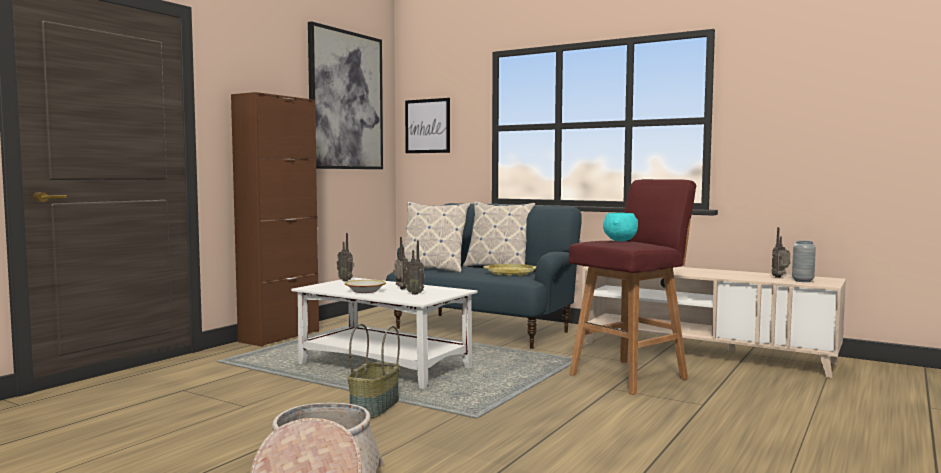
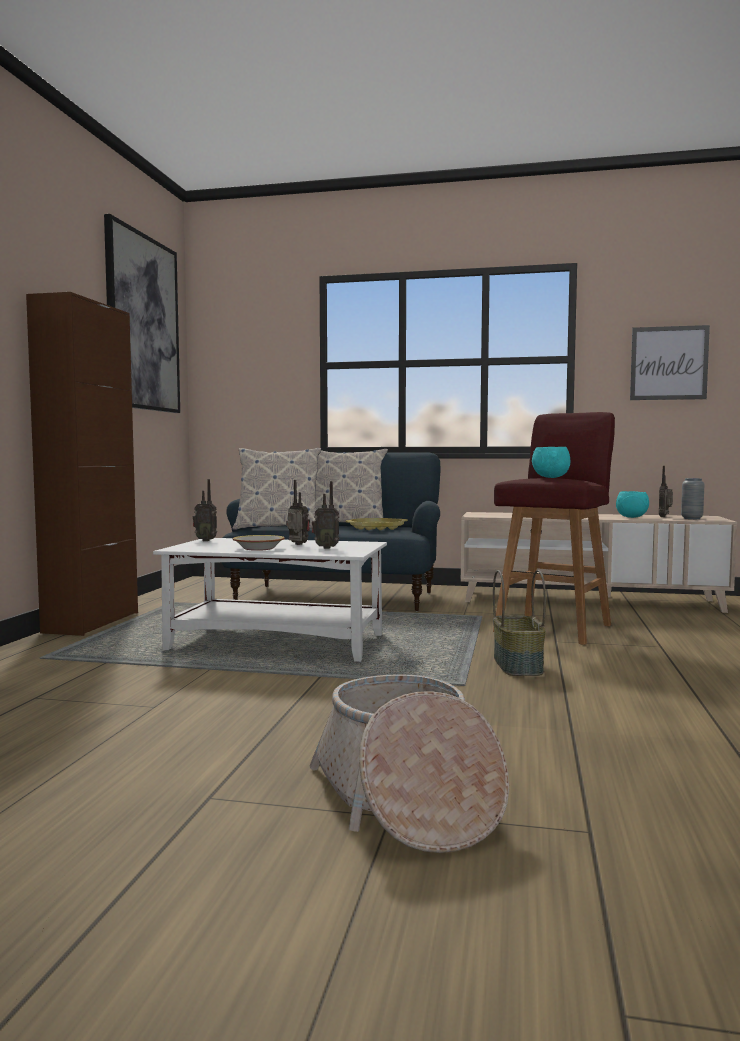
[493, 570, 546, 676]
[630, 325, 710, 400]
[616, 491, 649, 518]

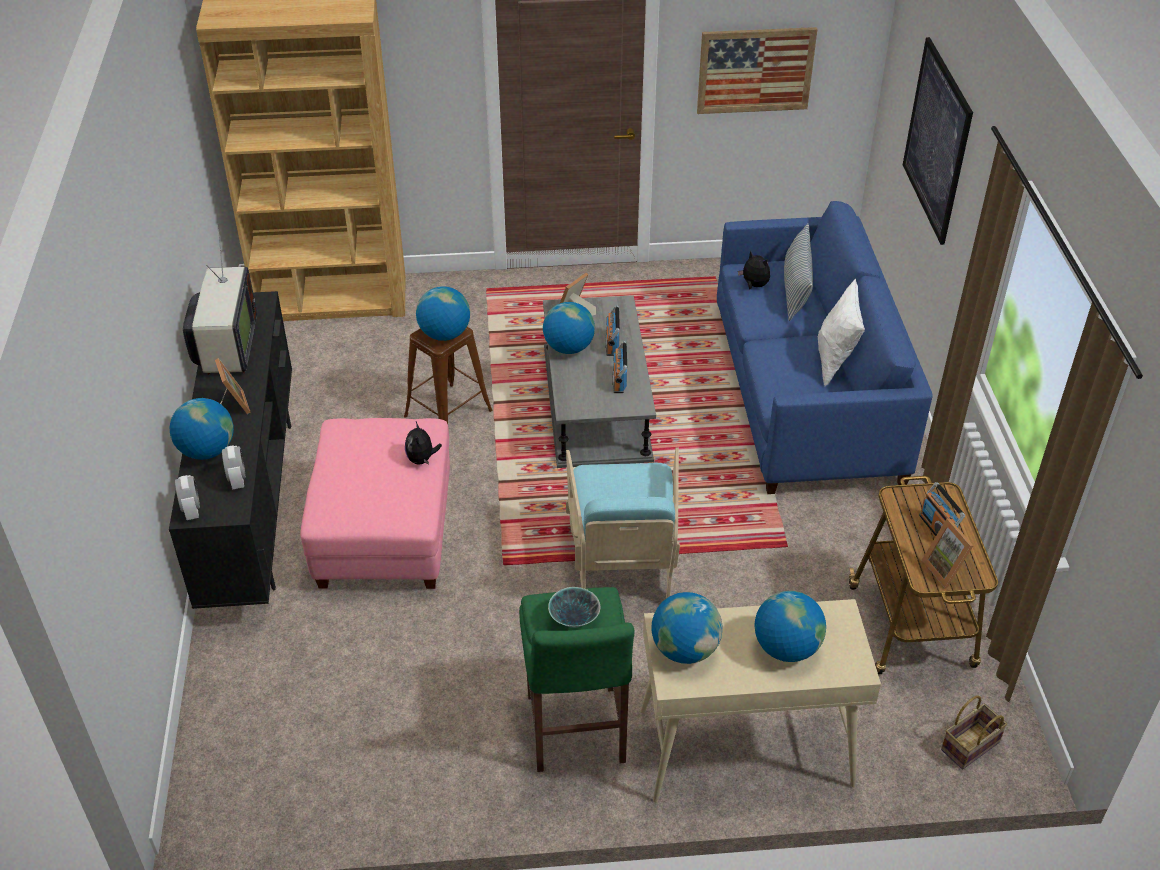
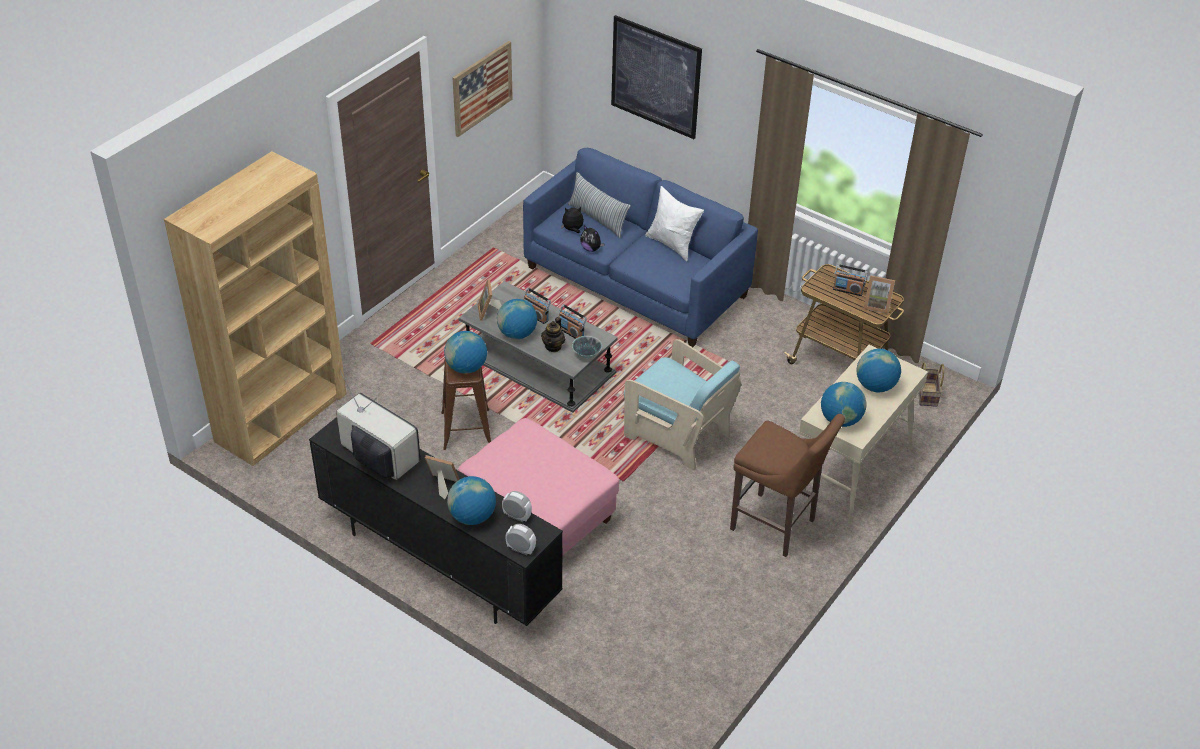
[580, 225, 604, 252]
[730, 414, 845, 557]
[572, 336, 602, 359]
[541, 317, 565, 352]

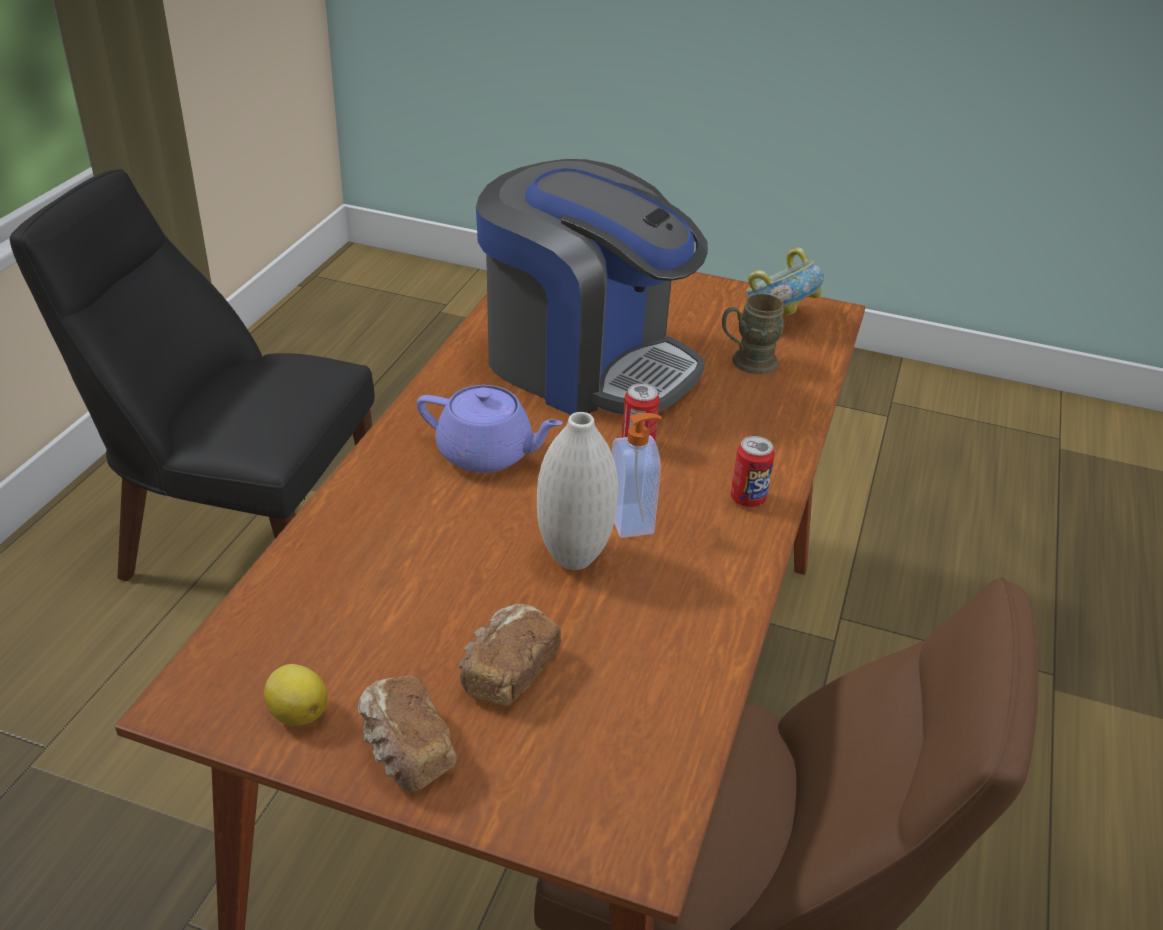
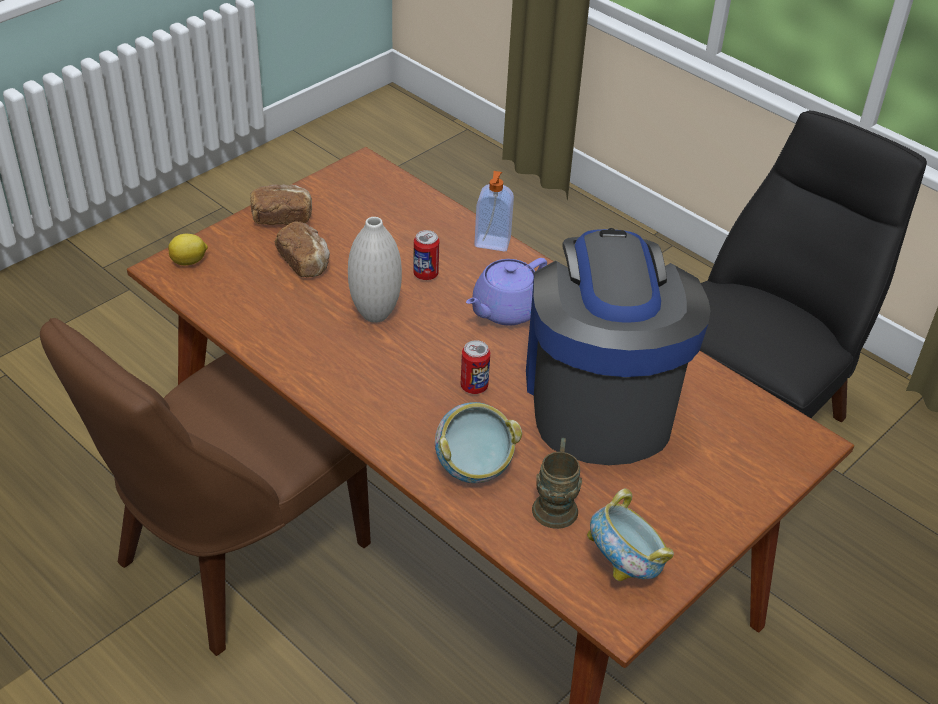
[168, 234, 208, 265]
[526, 228, 710, 465]
[474, 171, 514, 252]
[413, 230, 439, 280]
[435, 402, 522, 483]

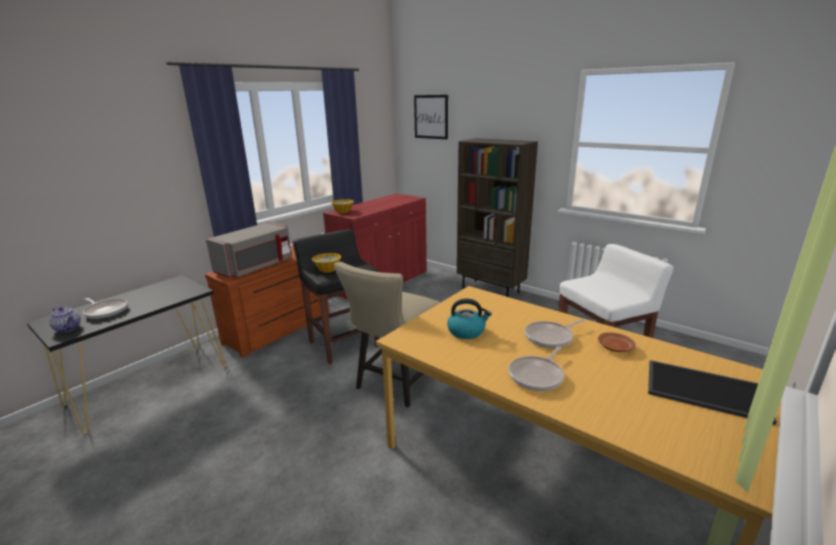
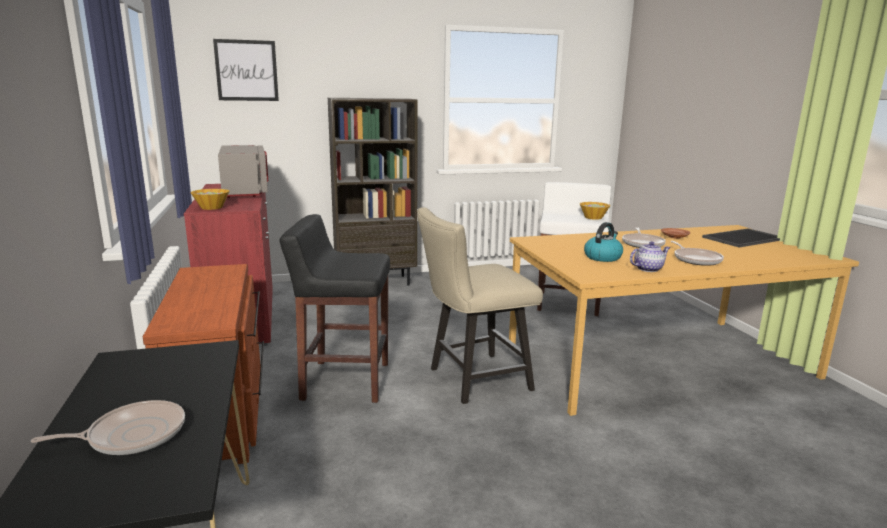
[630, 242, 670, 272]
[218, 145, 268, 198]
[580, 202, 610, 220]
[417, 207, 543, 404]

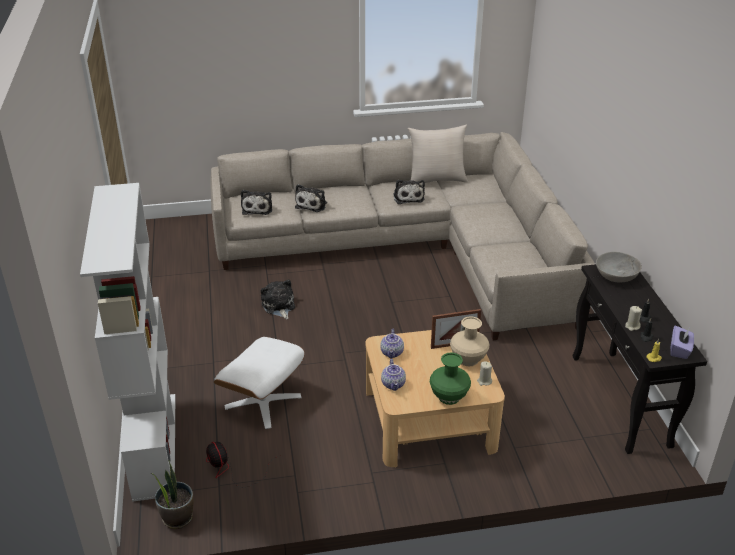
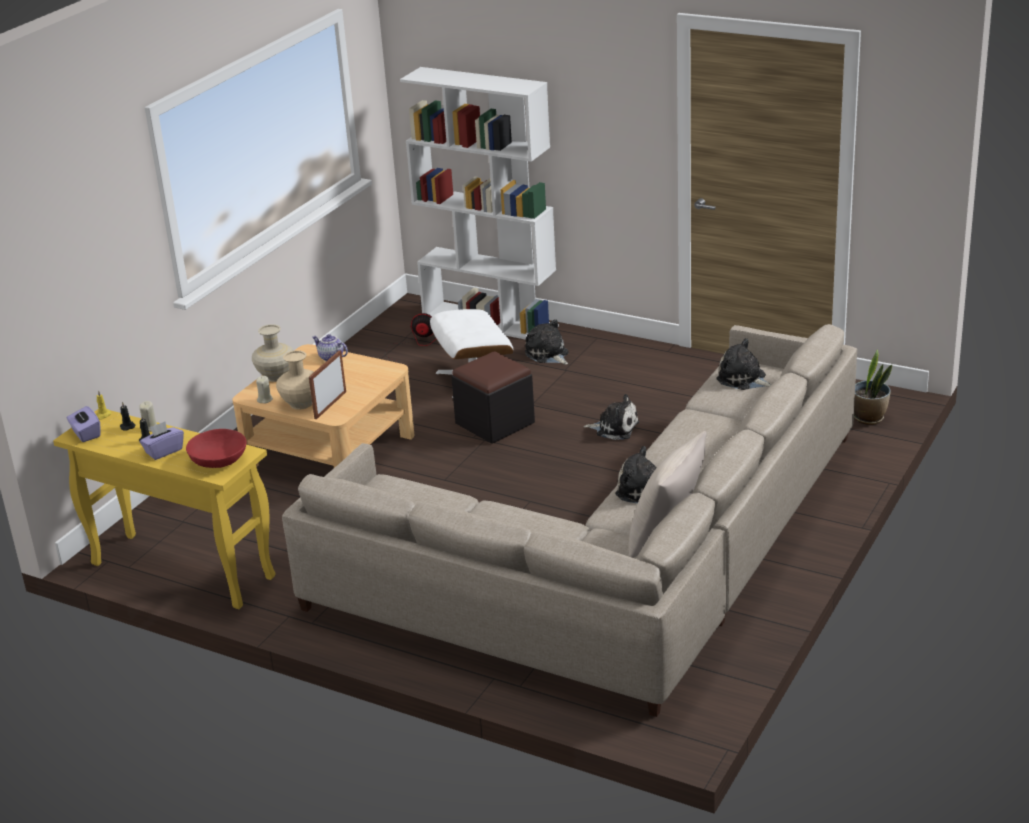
[854, 350, 892, 425]
[525, 319, 569, 364]
[380, 329, 404, 359] (first image)
[252, 324, 294, 382]
[53, 409, 276, 609]
[186, 429, 247, 468]
[140, 421, 184, 460]
[451, 351, 535, 444]

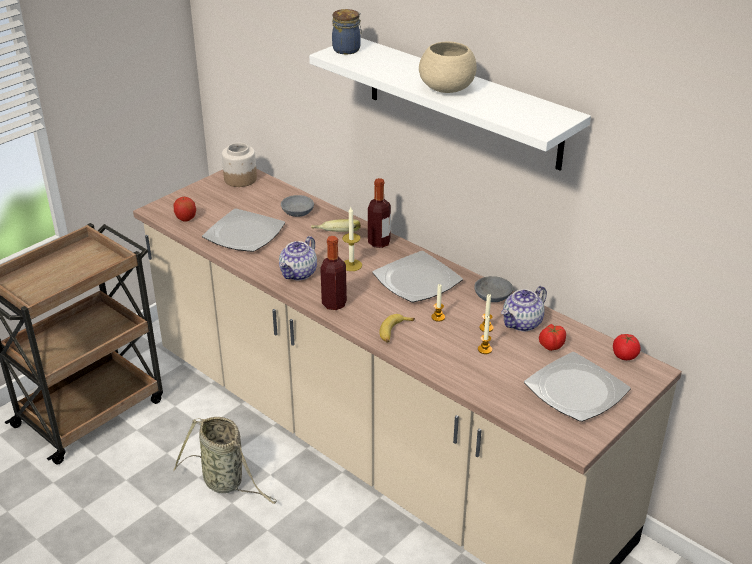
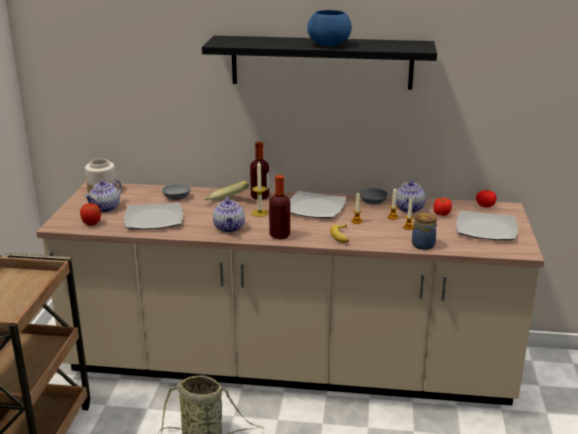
[202, 36, 437, 90]
[412, 212, 437, 250]
[307, 10, 352, 46]
[84, 180, 122, 212]

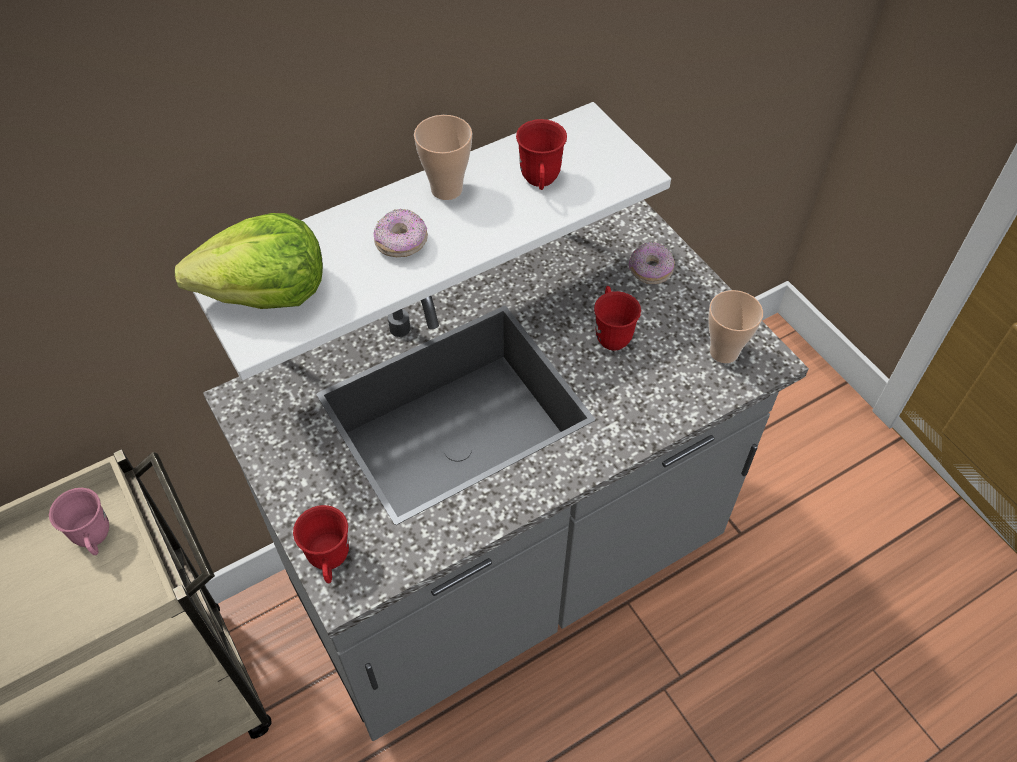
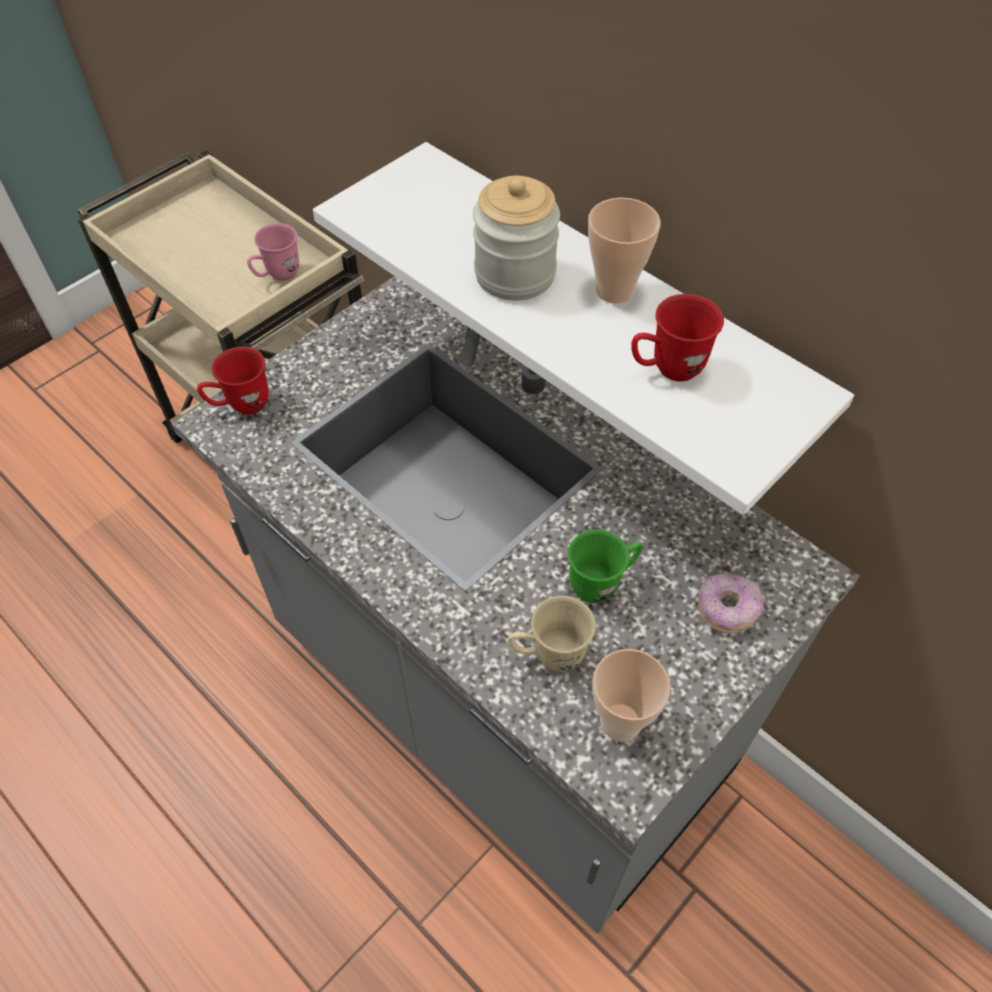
[175, 213, 323, 309] (first image)
[473, 176, 560, 300]
[568, 529, 643, 603]
[508, 596, 596, 672]

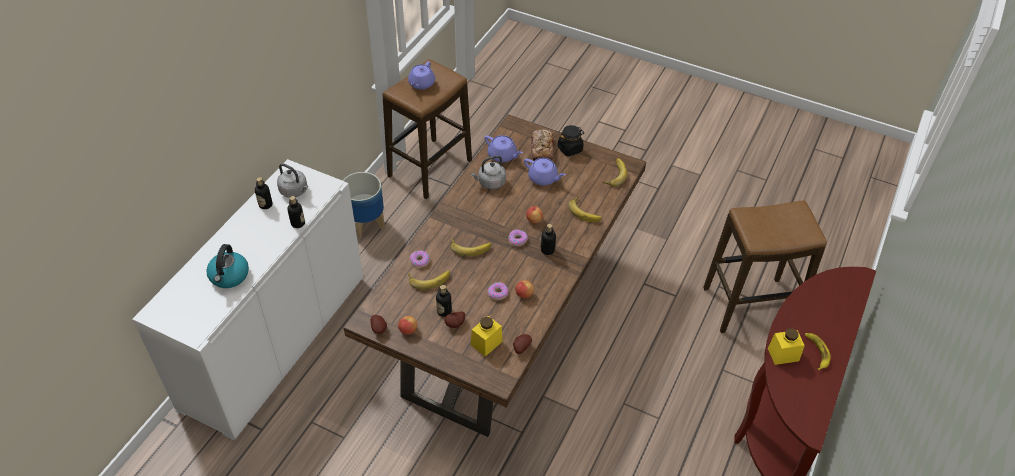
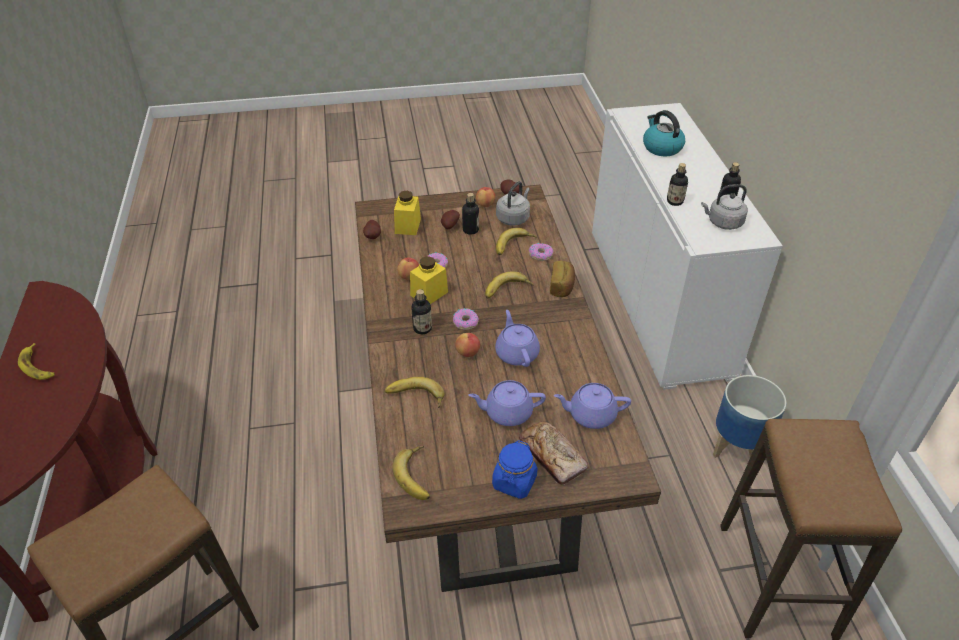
[495, 310, 540, 367]
[496, 181, 530, 226]
[492, 440, 537, 499]
[410, 256, 448, 304]
[550, 260, 575, 297]

